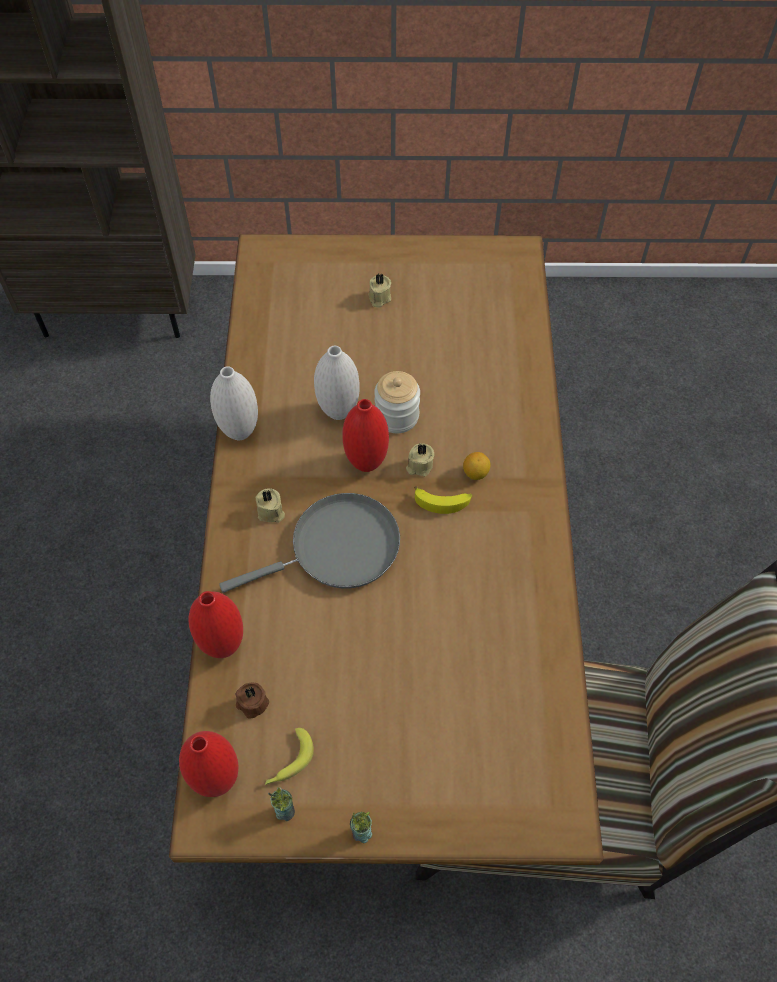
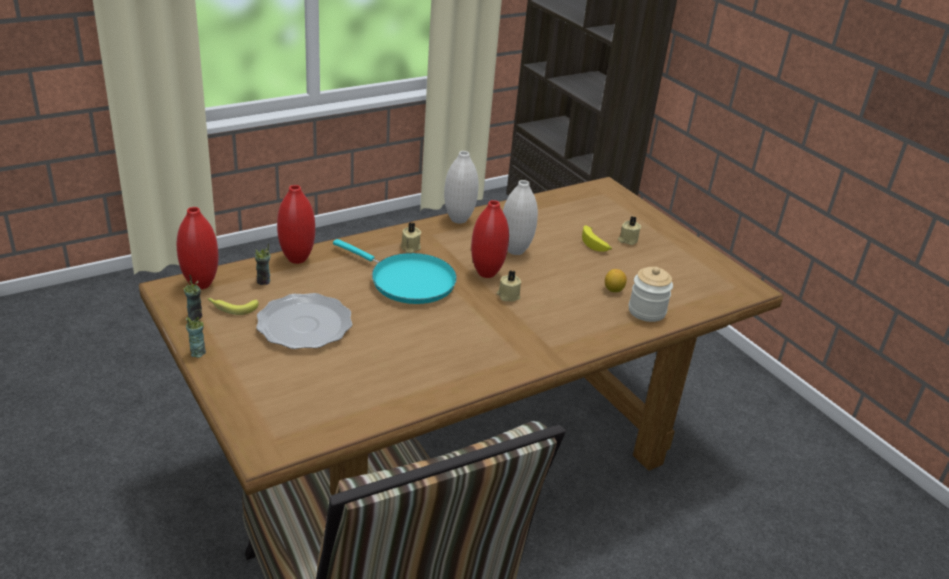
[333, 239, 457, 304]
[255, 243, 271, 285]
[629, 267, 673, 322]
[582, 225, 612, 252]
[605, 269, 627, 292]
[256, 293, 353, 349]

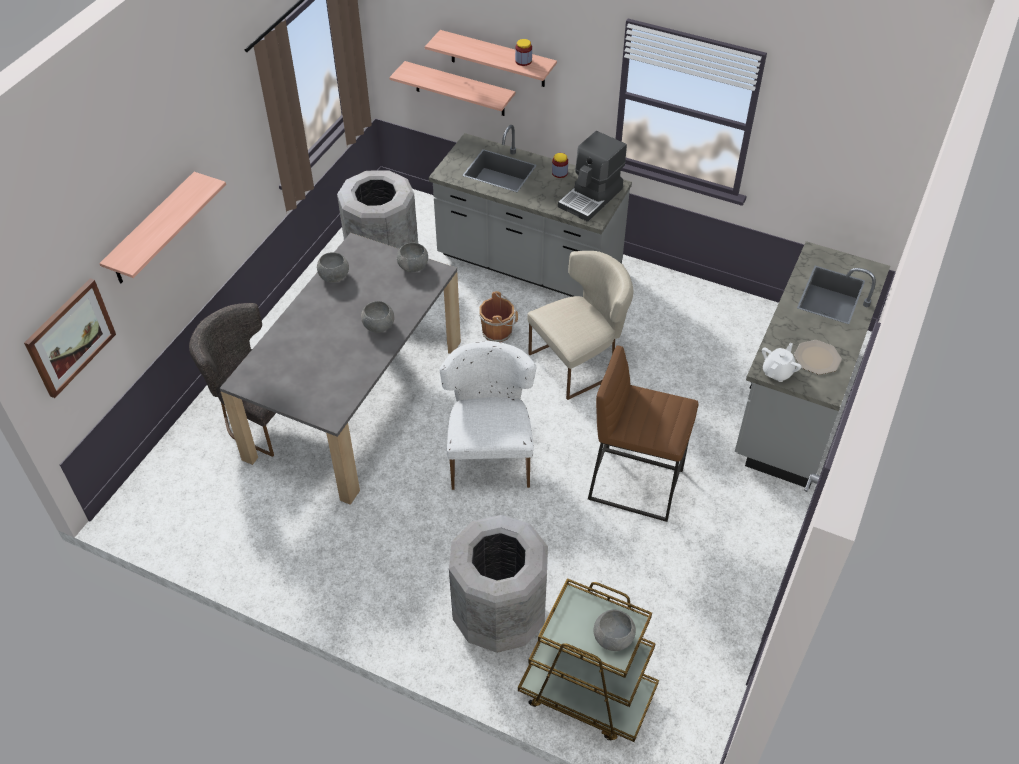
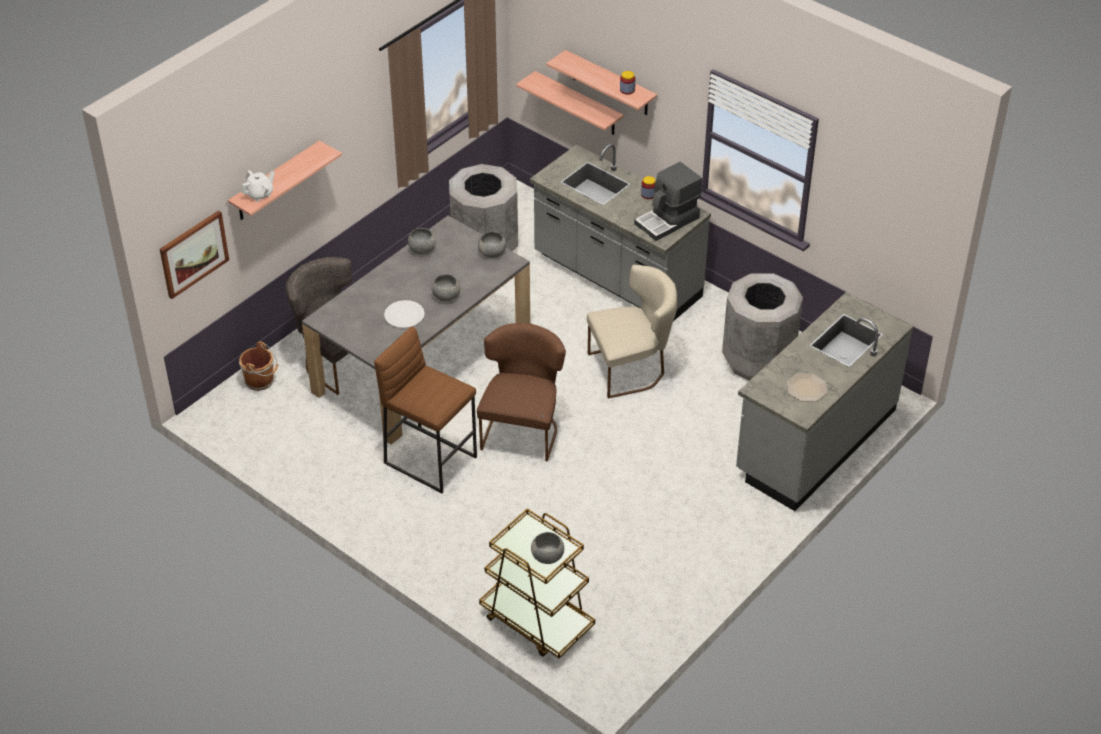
[477, 323, 566, 462]
[722, 273, 803, 381]
[239, 342, 278, 391]
[374, 327, 477, 493]
[241, 170, 275, 201]
[384, 300, 425, 328]

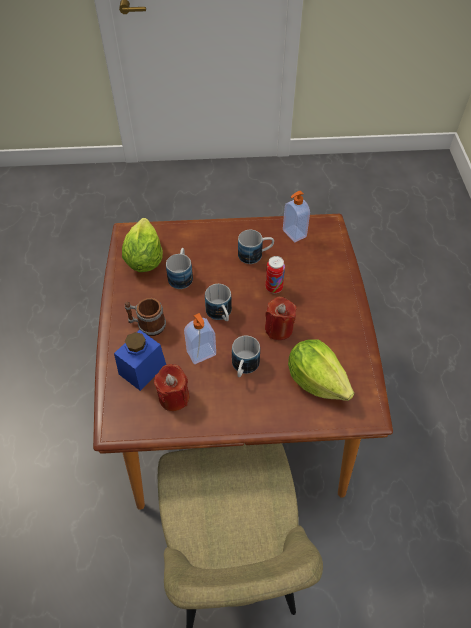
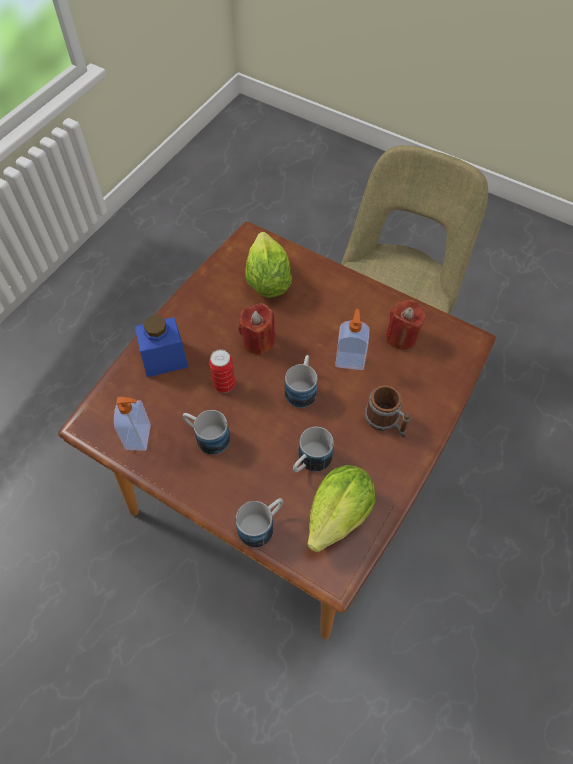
[135, 315, 188, 377]
[236, 498, 283, 547]

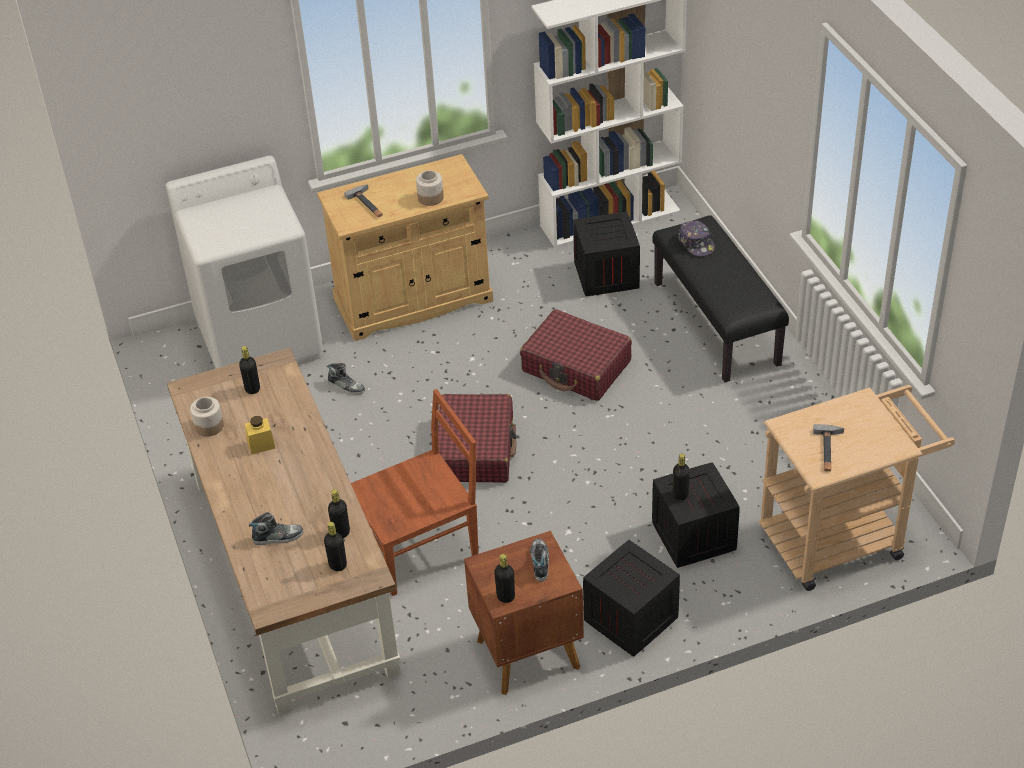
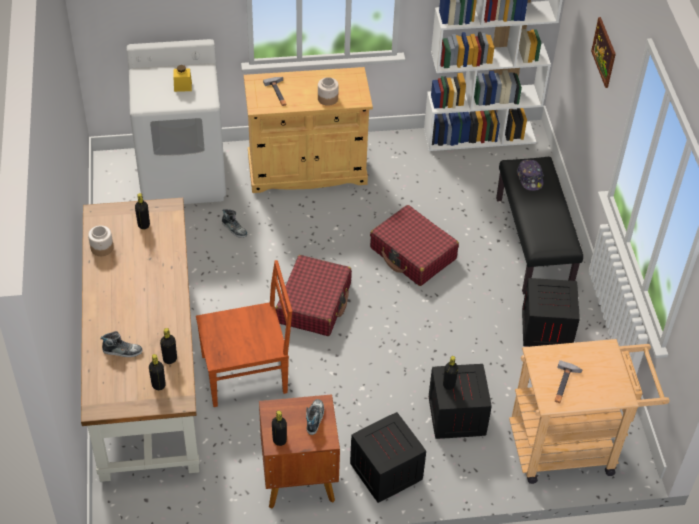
[173, 65, 192, 92]
[522, 278, 580, 347]
[591, 17, 616, 88]

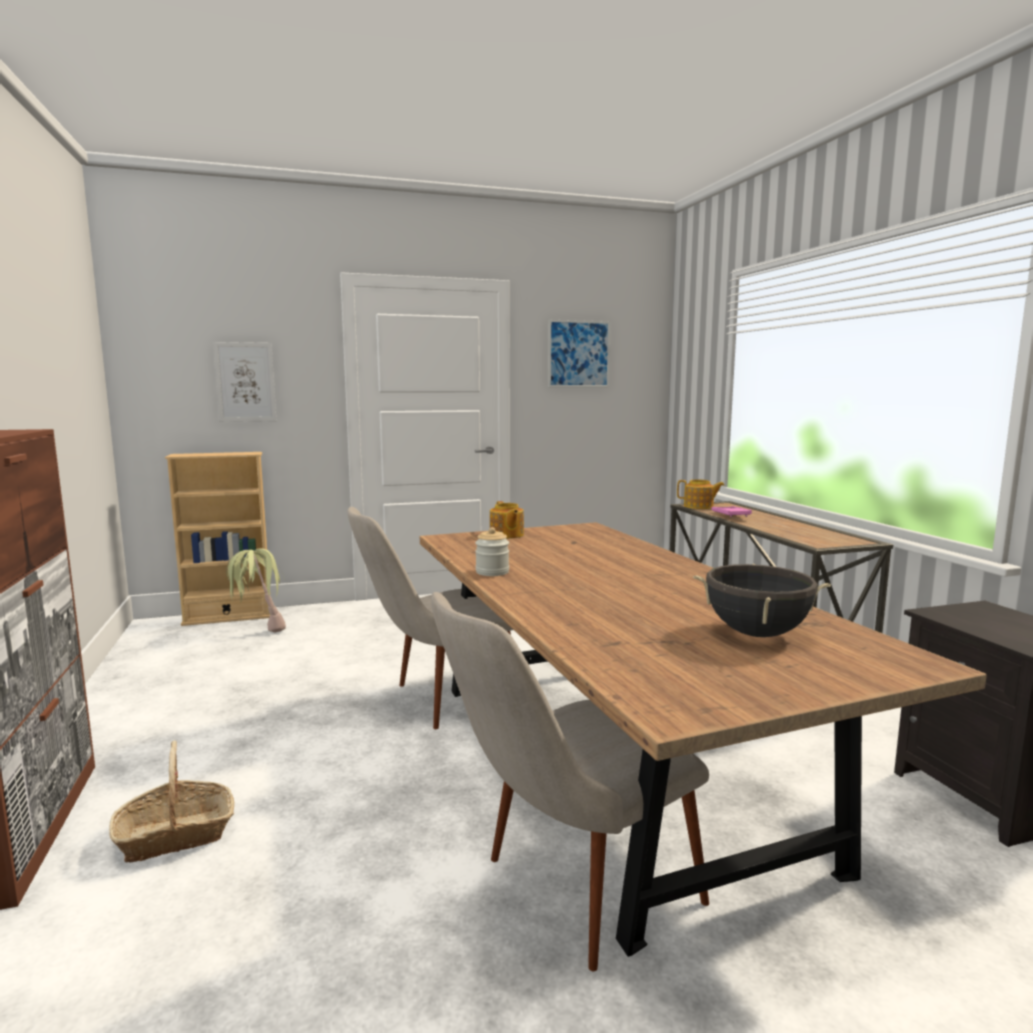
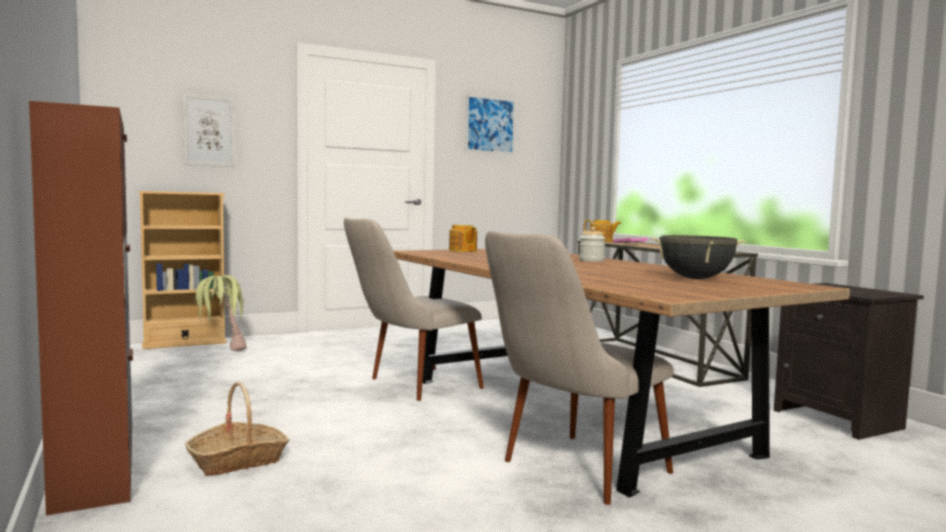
[579, 227, 605, 262]

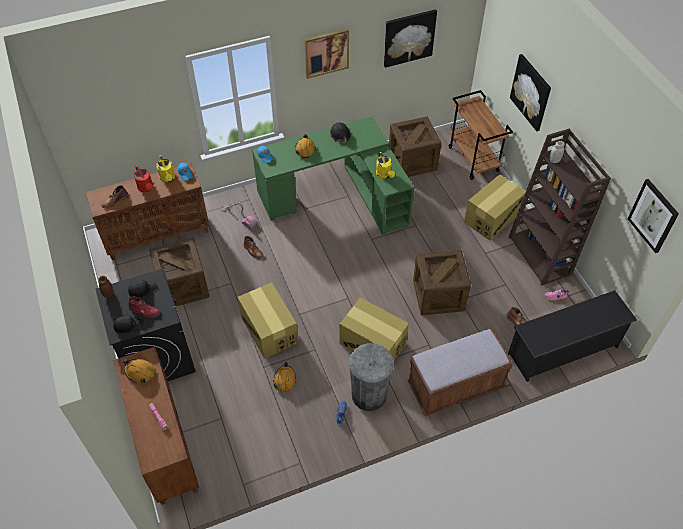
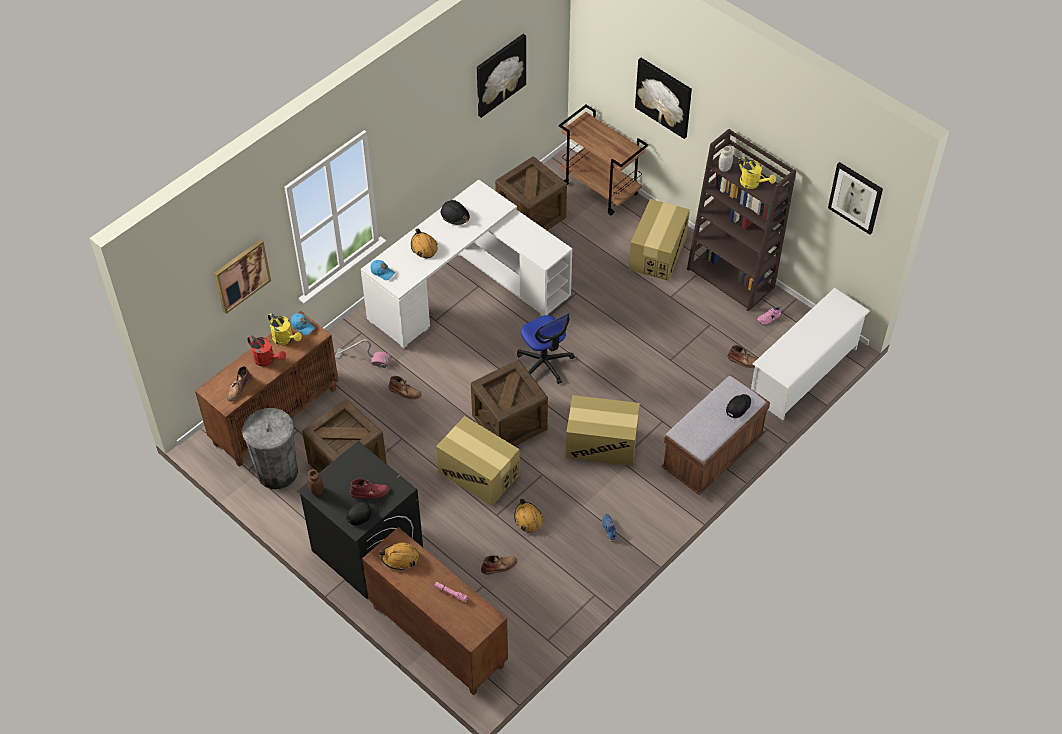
[726, 394, 751, 418]
[361, 179, 572, 348]
[214, 239, 271, 314]
[242, 408, 298, 489]
[739, 156, 776, 189]
[471, 360, 548, 446]
[751, 288, 870, 420]
[481, 555, 517, 575]
[517, 313, 575, 384]

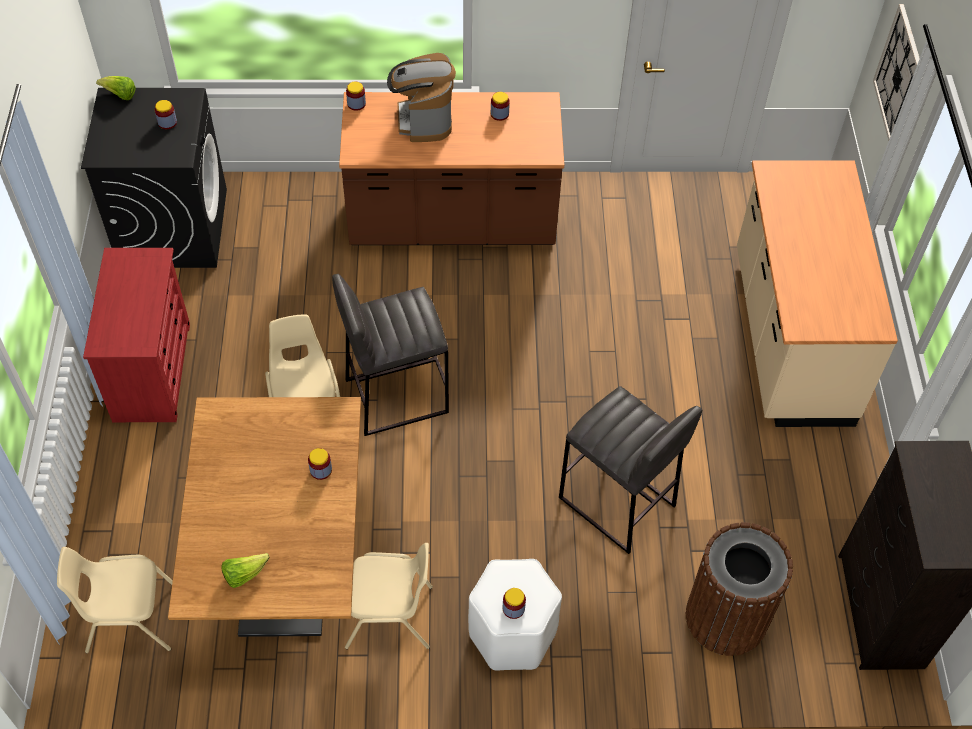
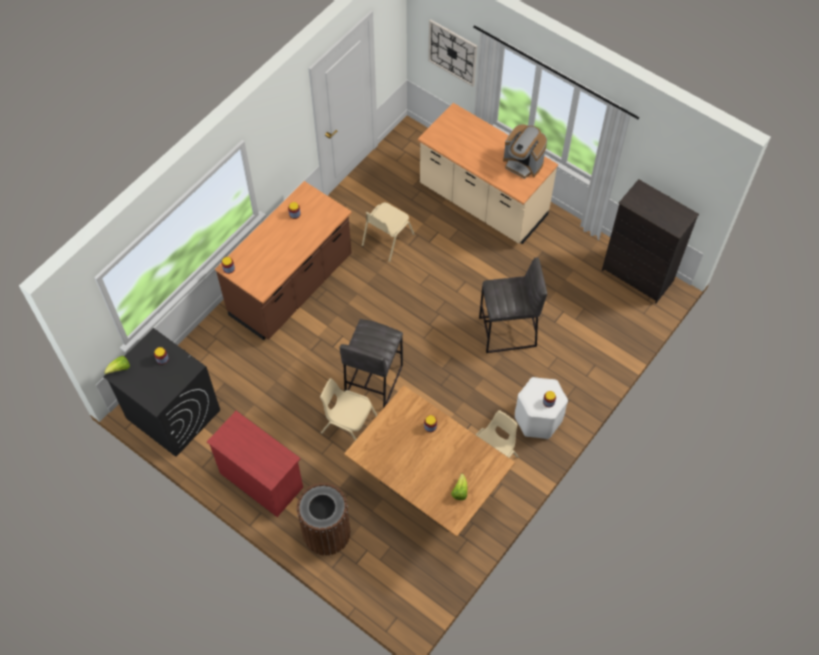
[362, 202, 414, 262]
[503, 124, 547, 179]
[297, 483, 350, 556]

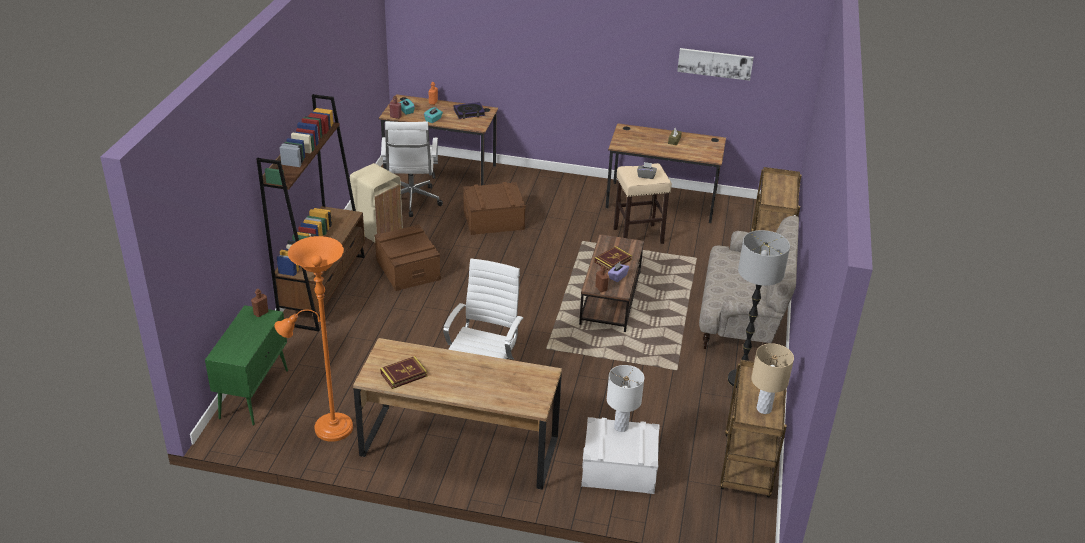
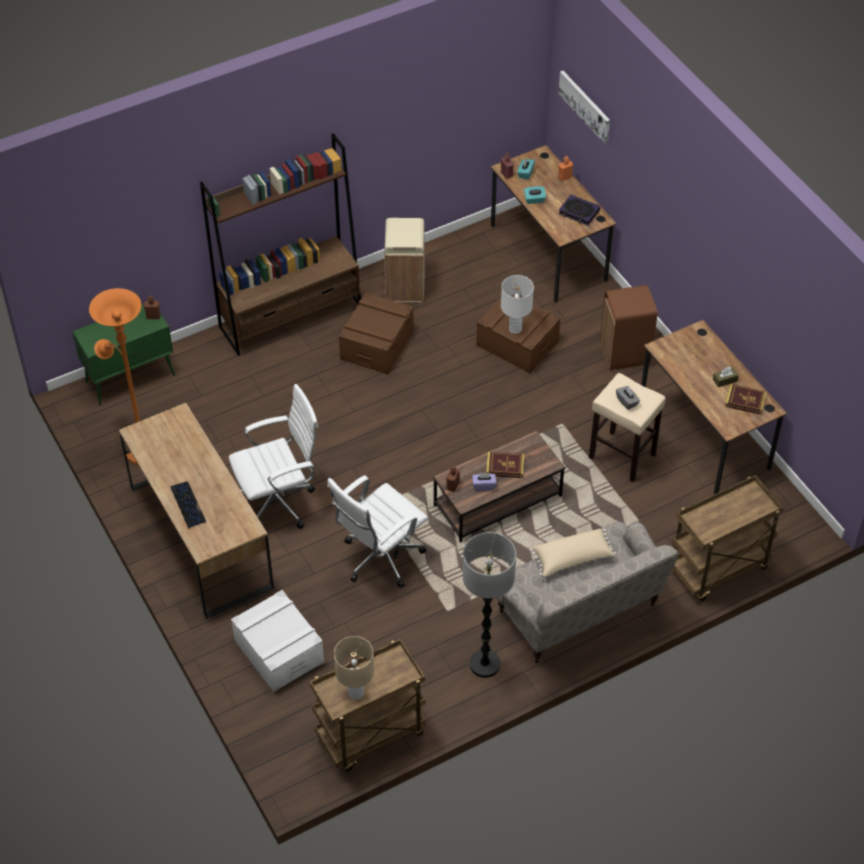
[725, 384, 766, 415]
[327, 475, 428, 589]
[501, 275, 534, 334]
[558, 71, 610, 144]
[170, 481, 206, 528]
[530, 529, 616, 577]
[600, 285, 658, 370]

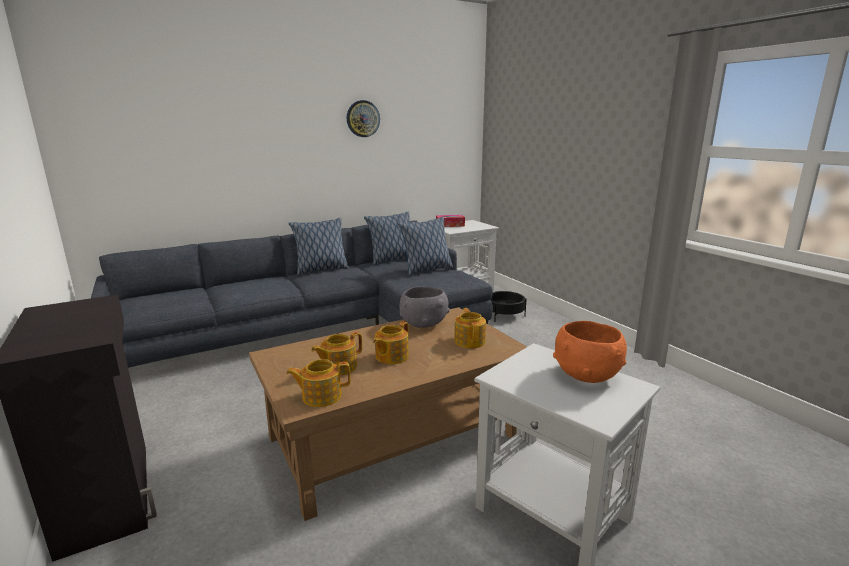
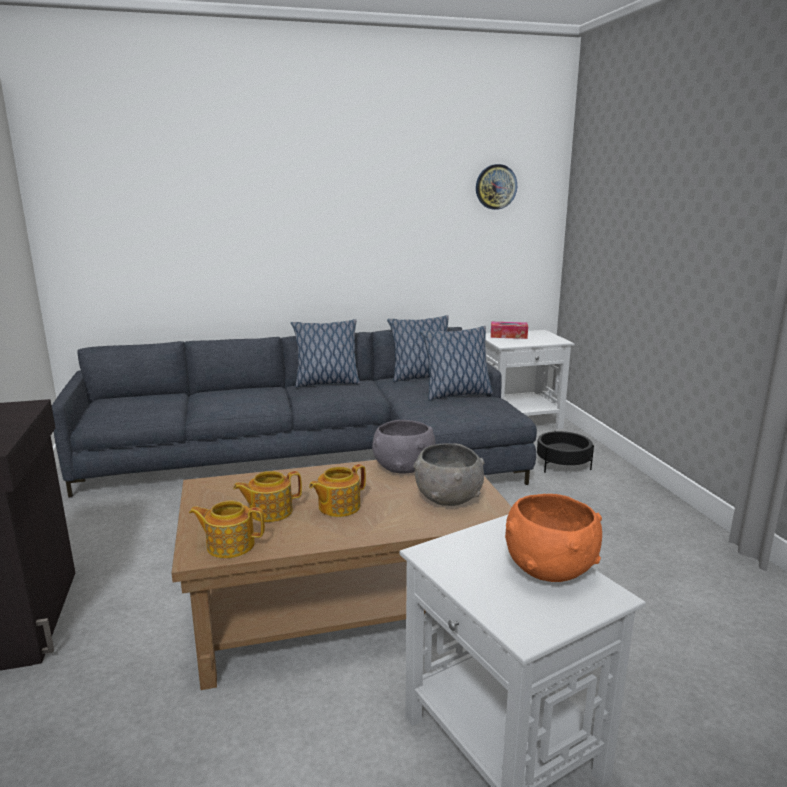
[476, 164, 517, 210]
[413, 443, 485, 506]

